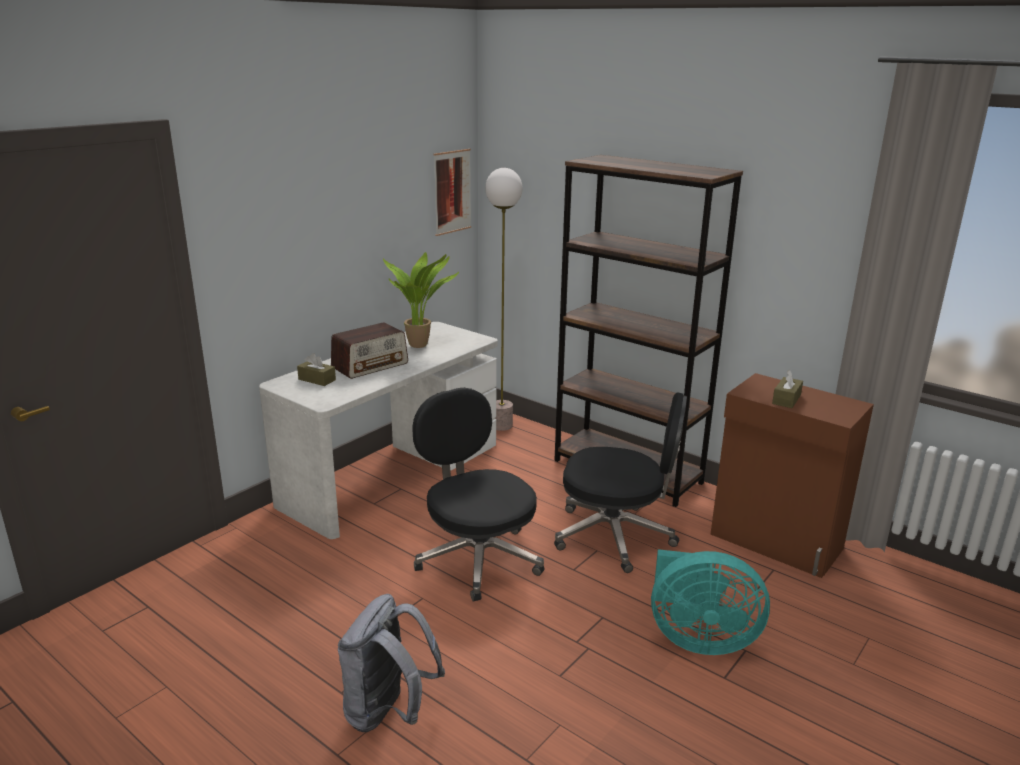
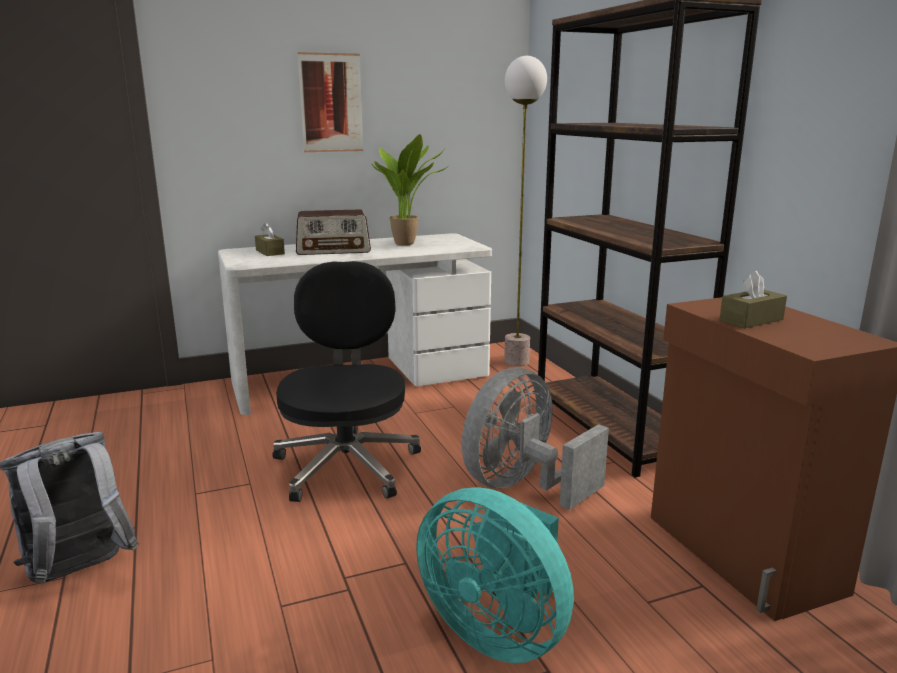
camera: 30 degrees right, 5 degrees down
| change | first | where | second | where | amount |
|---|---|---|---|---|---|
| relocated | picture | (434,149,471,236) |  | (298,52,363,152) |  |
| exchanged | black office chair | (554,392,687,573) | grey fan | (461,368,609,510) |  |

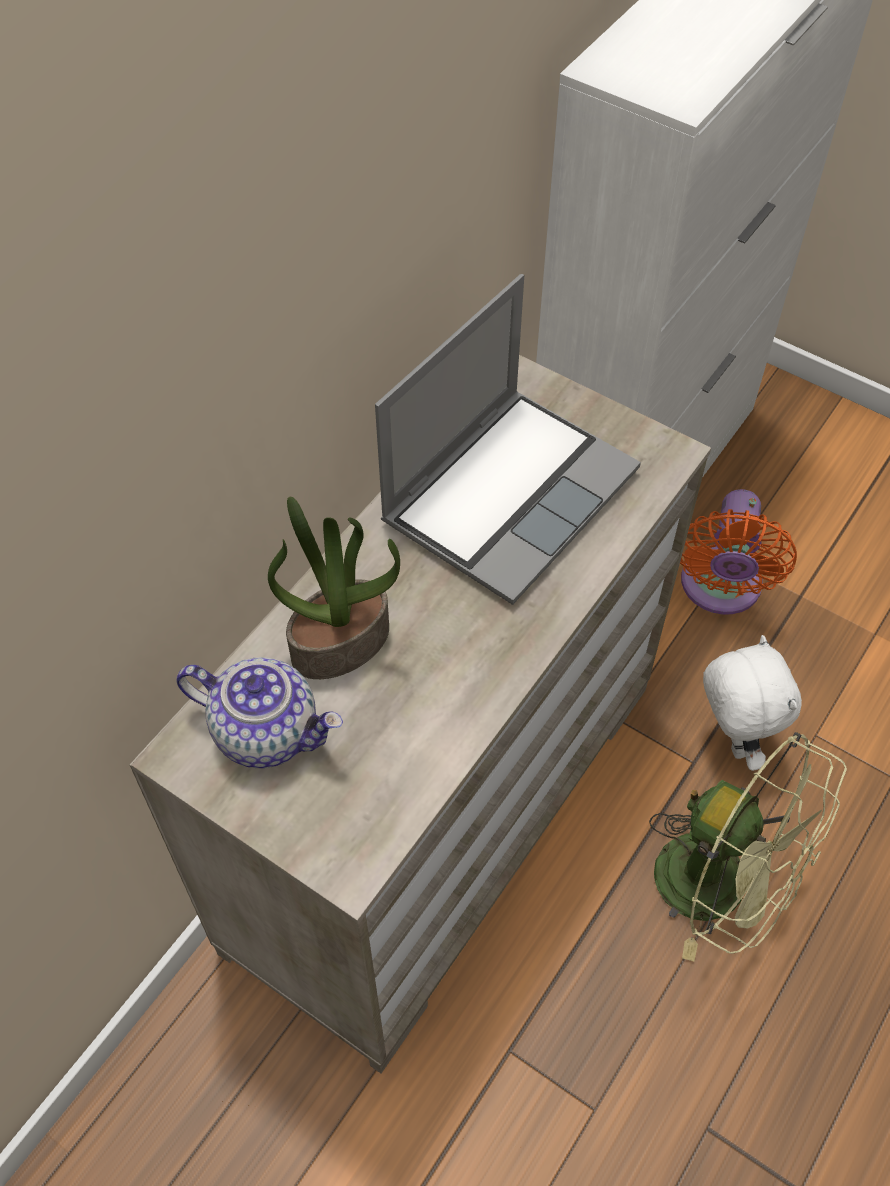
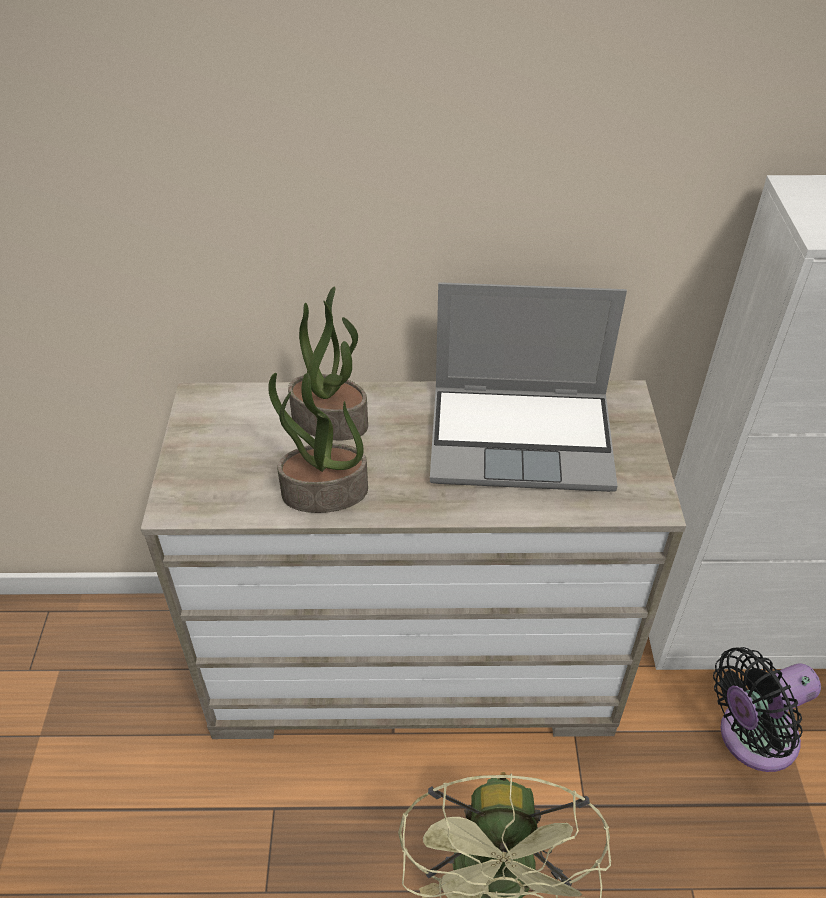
camera: 55 degrees right, 10 degrees down
| change | first | where | second | where | amount |
|---|---|---|---|---|---|
| missing | teapot | (176,657,343,768) |  |  |  |
| missing | white plush toy | (703,635,802,771) |  |  |  |
| appeared |  |  | potted plant | (268,373,368,513) |  |
| colour | orange fan | (680,489,797,615) | black fan | (713,647,821,772) |  |

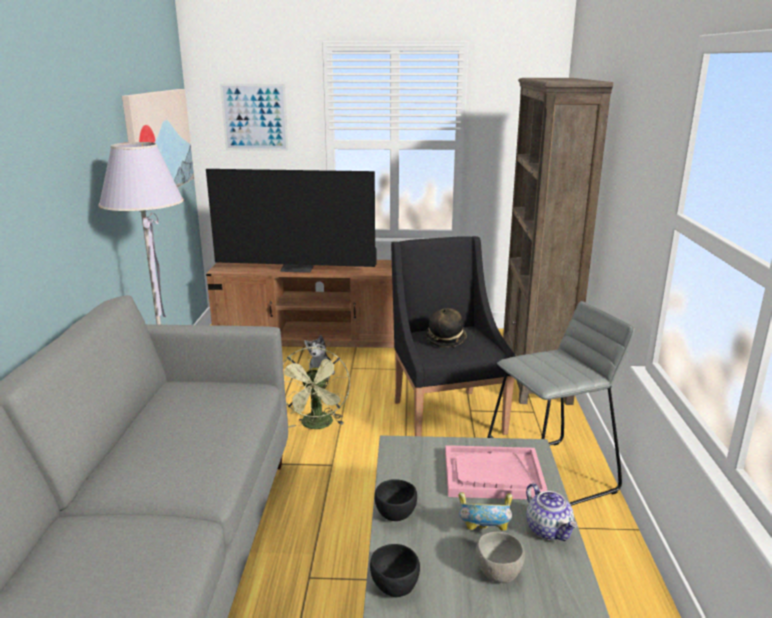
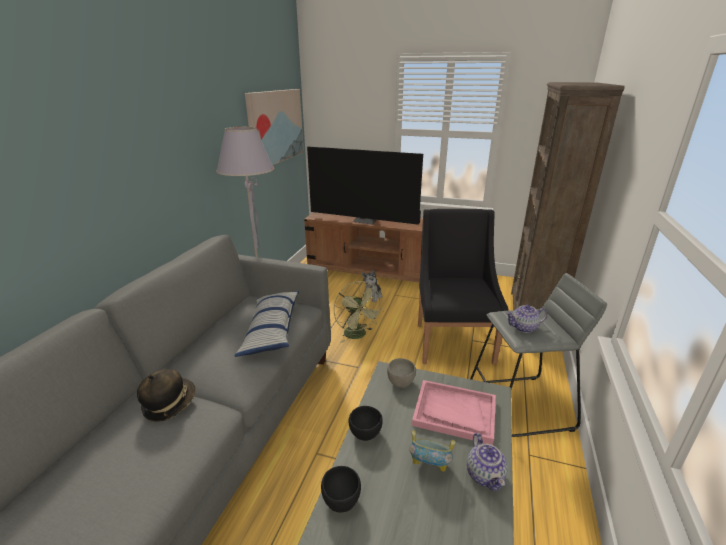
camera: 15 degrees right, 5 degrees up
| change | first | where | second | where | amount |
|---|---|---|---|---|---|
| missing | picture | (220,84,288,151) |  |  |  |
| appeared |  |  | pillow | (235,291,299,357) |  |
| appeared |  |  | teapot | (506,305,548,333) |  |
| relocated | hat | (426,308,467,347) |  | (137,369,195,422) |  |
| relocated | grey bowl | (476,532,525,583) |  | (387,358,416,388) |  |
| spun | green fan | (283,347,350,429) |  | (334,281,383,343) | 45 degrees counterclockwise |

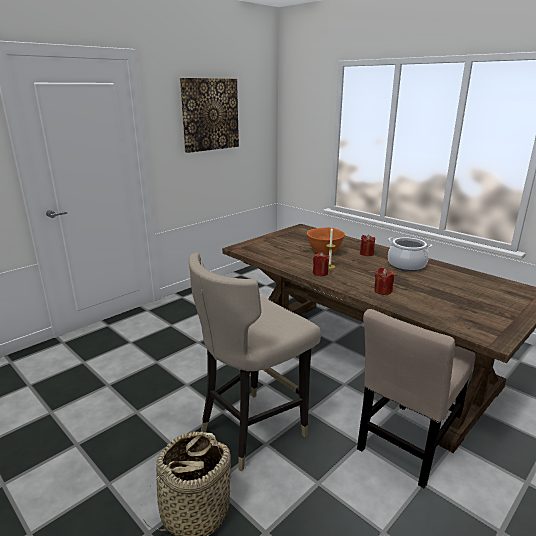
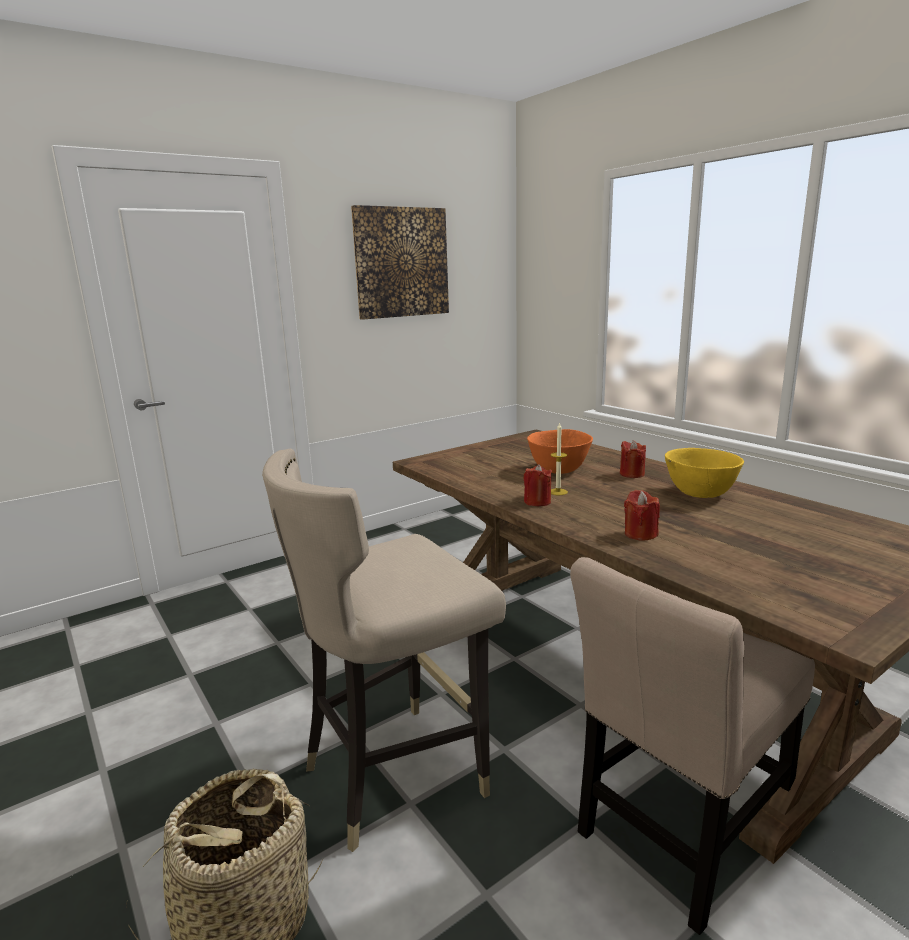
camera: 10 degrees right, 5 degrees down
| change | first | where | second | where | amount |
|---|---|---|---|---|---|
| exchanged | cooking pot | (388,237,432,271) | yellow bowl | (665,448,744,498) |  |

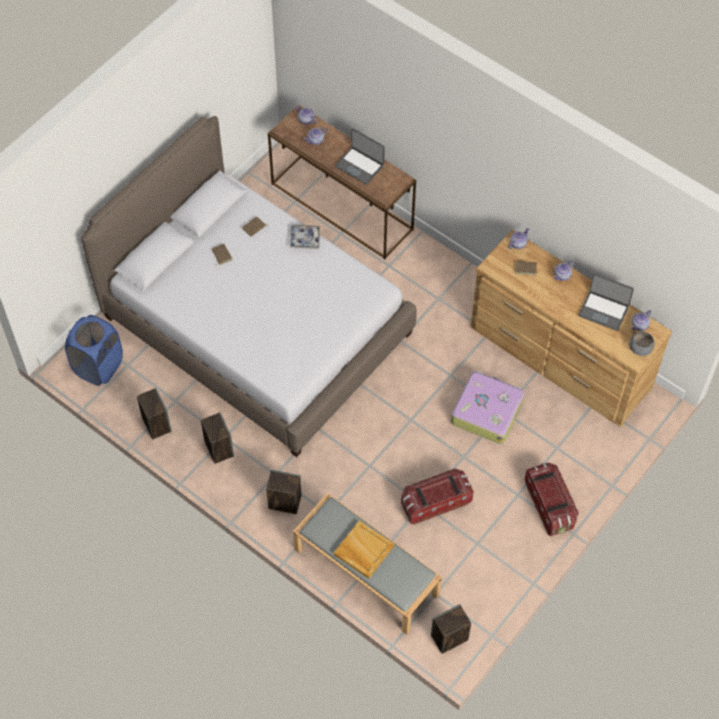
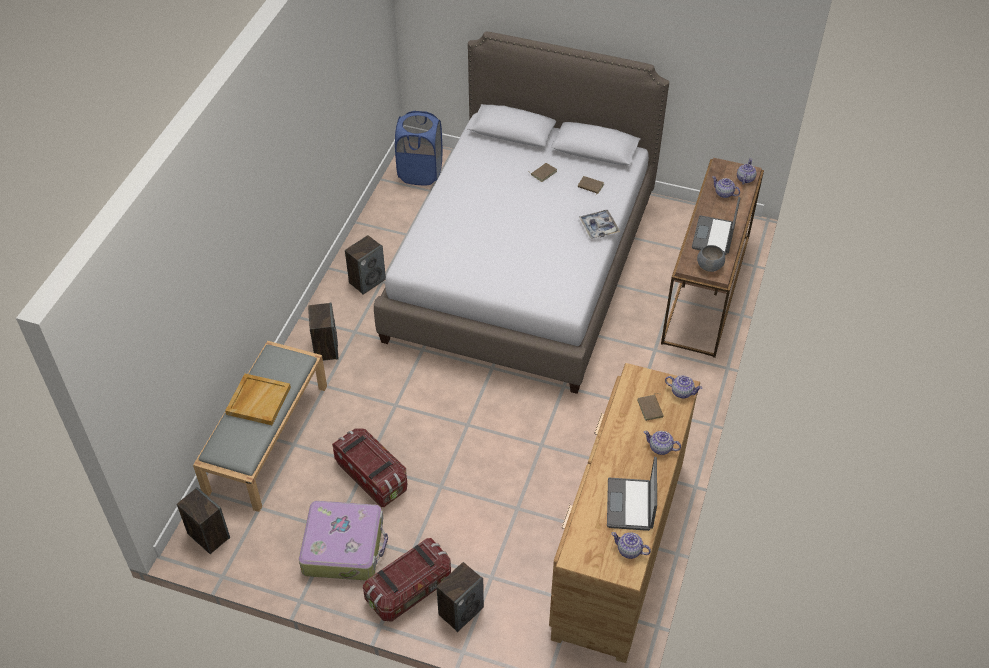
camera: 70 degrees right, 10 degrees down
| change | first | where | second | where | amount |
|---|---|---|---|---|---|
| relocated | speaker | (137,388,172,440) |  | (437,562,484,632) |  |
| relocated | suitcase | (451,371,524,444) |  | (299,501,388,581) |  |
| relocated | grey bowl | (629,332,655,356) |  | (697,245,725,272) |  |

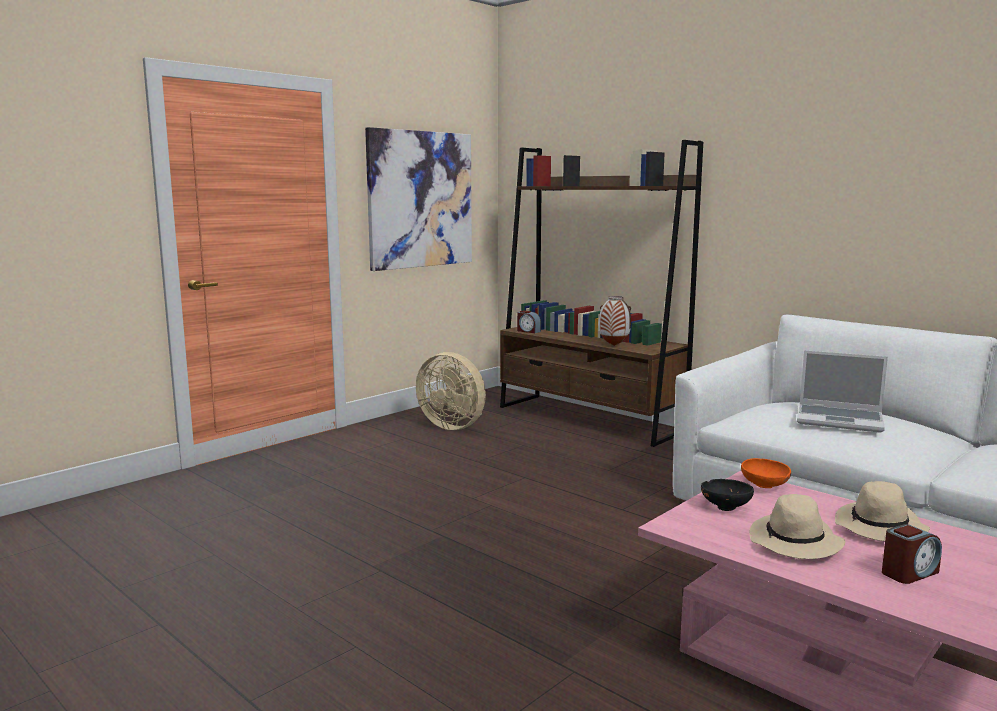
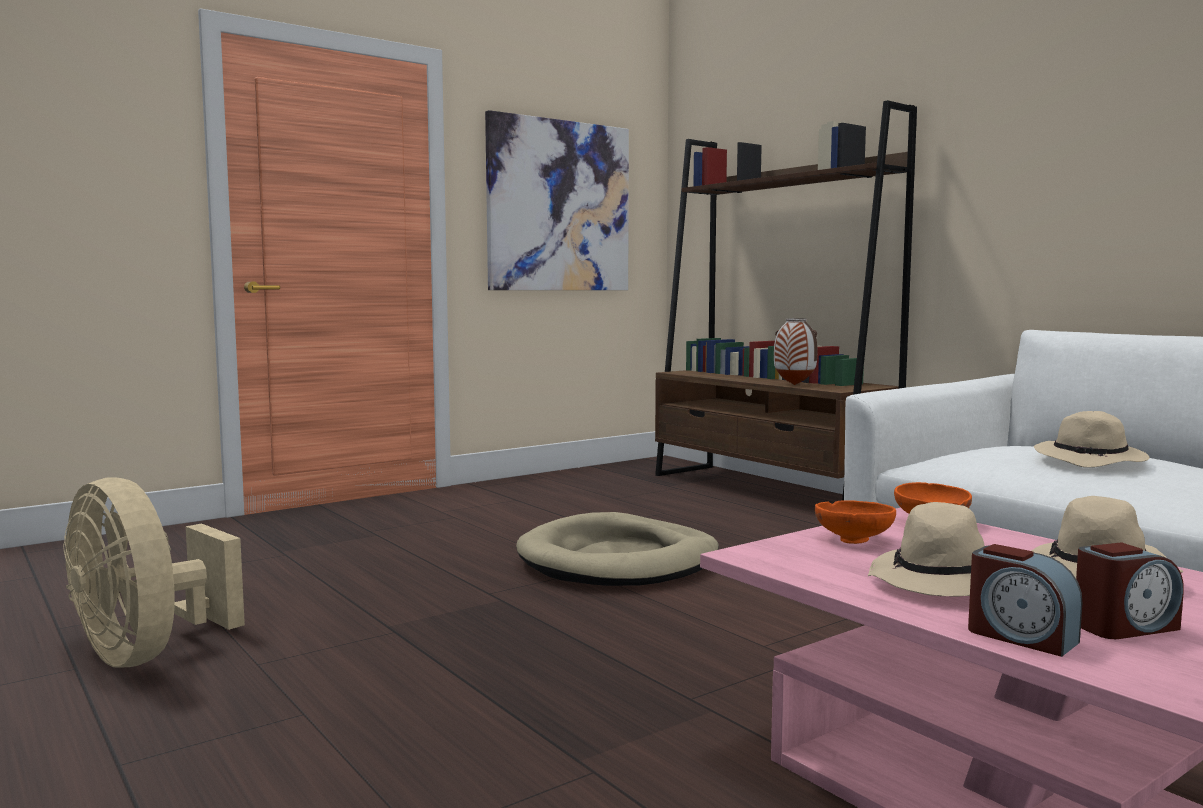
camera: 10 degrees right, 5 degrees down
| change | first | where | second | where | amount |
|---|---|---|---|---|---|
| appeared |  |  | beige dog bed | (516,512,719,586) |  |
| relocated | beige fan | (416,352,486,430) |  | (63,477,245,668) |  |
| relocated | alarm clock | (517,310,541,333) |  | (968,544,1082,657) |  |
| exchanged | laptop | (797,350,888,433) | beige hat | (1034,411,1150,468) |  |
| colour | black bowl | (701,479,754,511) | orange bowl | (815,500,896,544) |  |

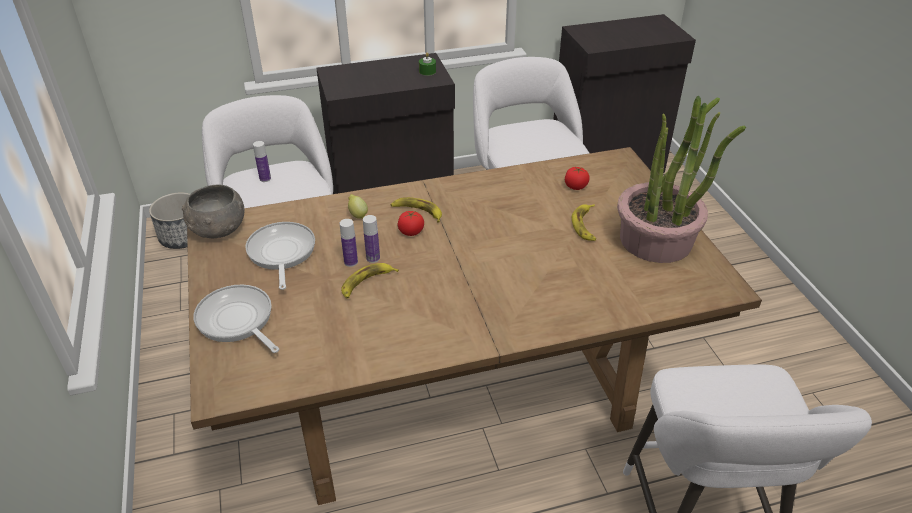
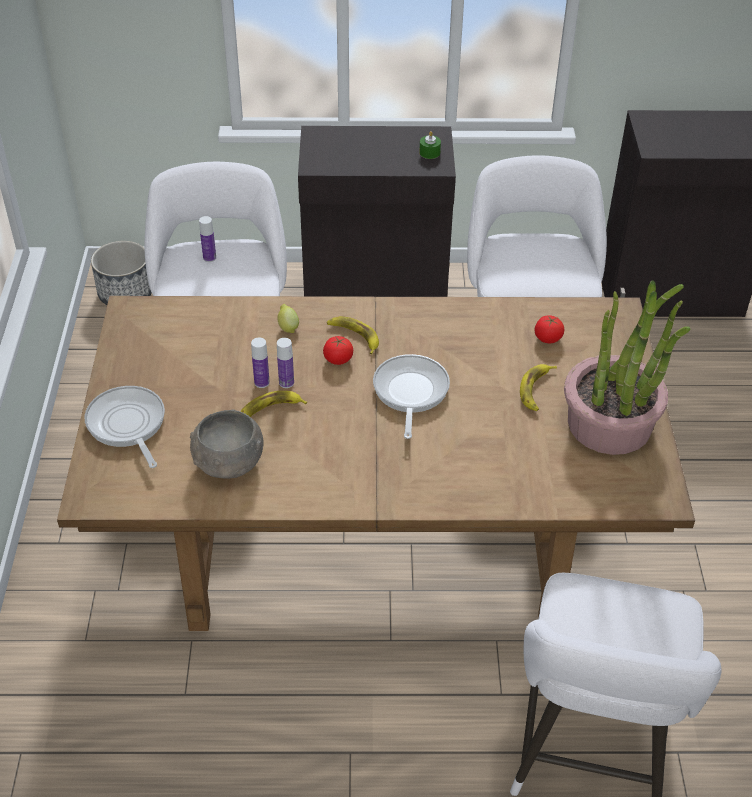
camera: 15 degrees right, 5 degrees up
| change | first | where | second | where | amount |
|---|---|---|---|---|---|
| relocated | grey bowl | (182,184,244,238) |  | (190,409,264,479) |  |
| relocated | frying pan | (245,222,315,290) |  | (373,354,450,439) |  |

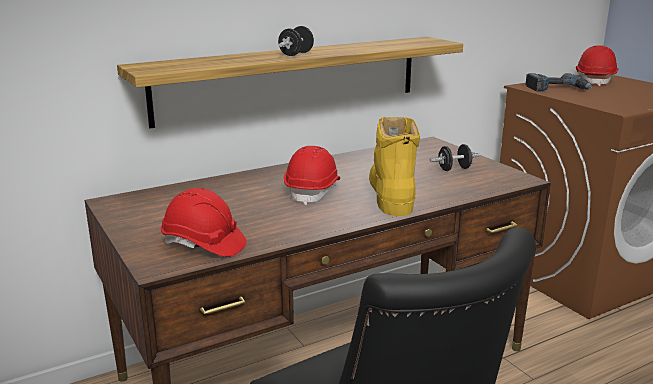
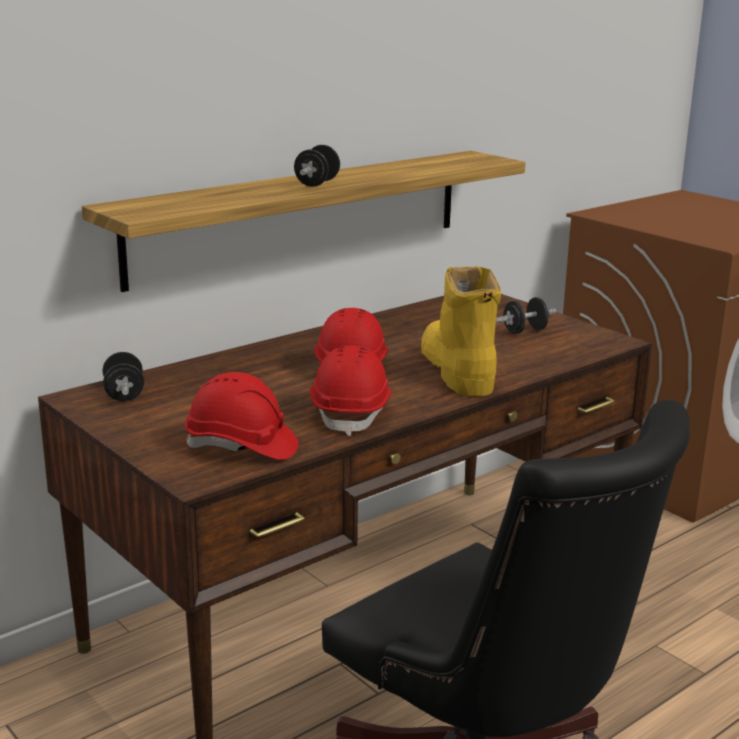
camera: 10 degrees left, 0 degrees up
| change | first | where | second | where | amount |
|---|---|---|---|---|---|
| missing | power drill | (525,73,592,91) |  |  |  |
| appeared |  |  | black dumbbell | (103,352,144,401) |  |
| relocated | red hard hat | (576,45,619,86) |  | (310,346,392,436) |  |

